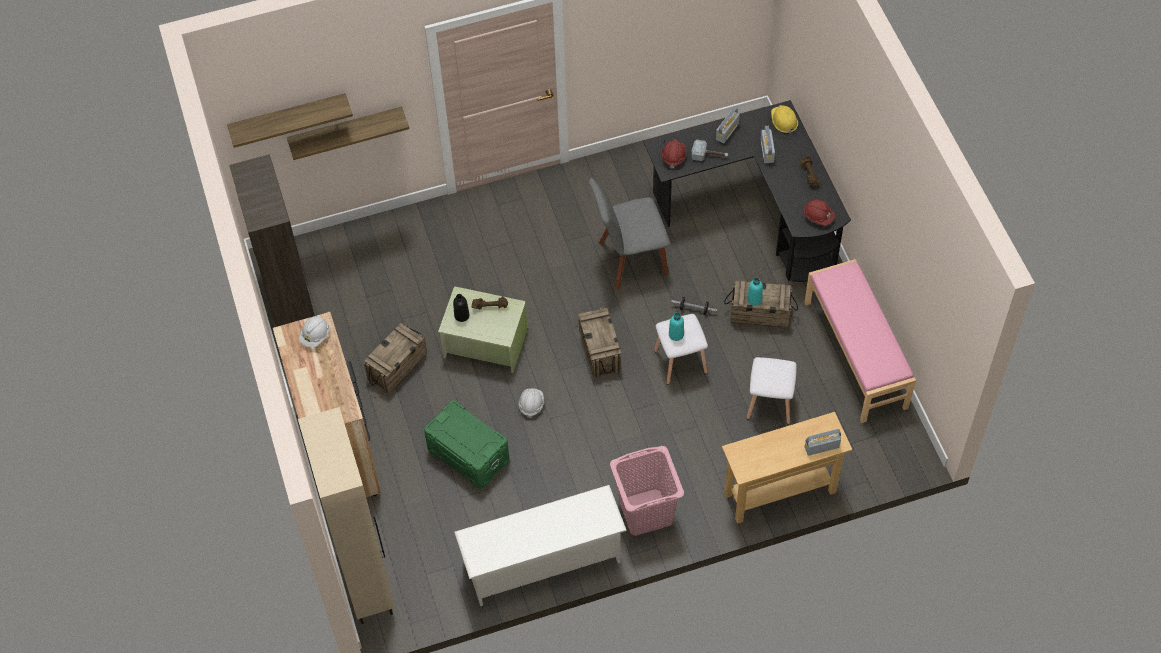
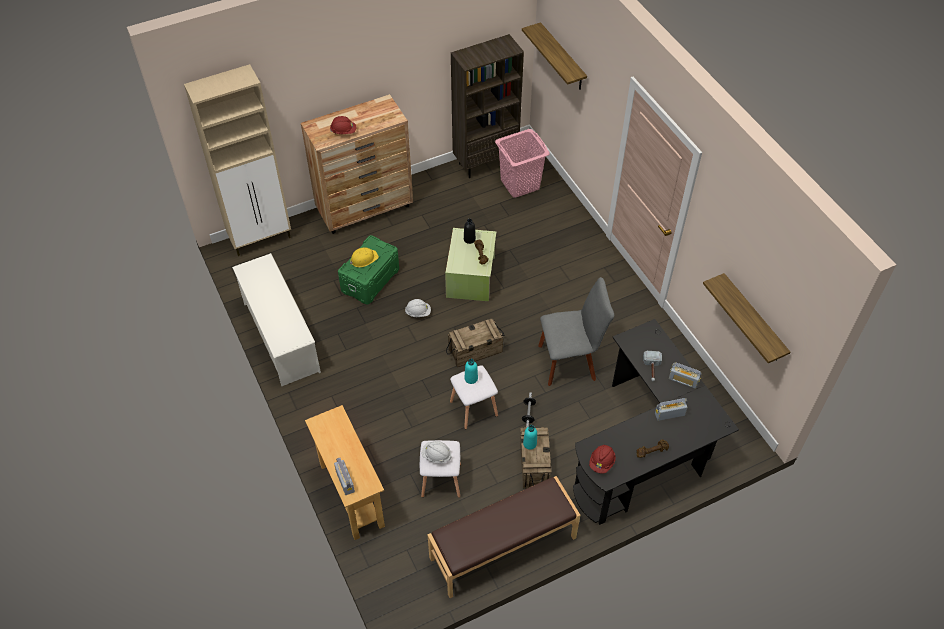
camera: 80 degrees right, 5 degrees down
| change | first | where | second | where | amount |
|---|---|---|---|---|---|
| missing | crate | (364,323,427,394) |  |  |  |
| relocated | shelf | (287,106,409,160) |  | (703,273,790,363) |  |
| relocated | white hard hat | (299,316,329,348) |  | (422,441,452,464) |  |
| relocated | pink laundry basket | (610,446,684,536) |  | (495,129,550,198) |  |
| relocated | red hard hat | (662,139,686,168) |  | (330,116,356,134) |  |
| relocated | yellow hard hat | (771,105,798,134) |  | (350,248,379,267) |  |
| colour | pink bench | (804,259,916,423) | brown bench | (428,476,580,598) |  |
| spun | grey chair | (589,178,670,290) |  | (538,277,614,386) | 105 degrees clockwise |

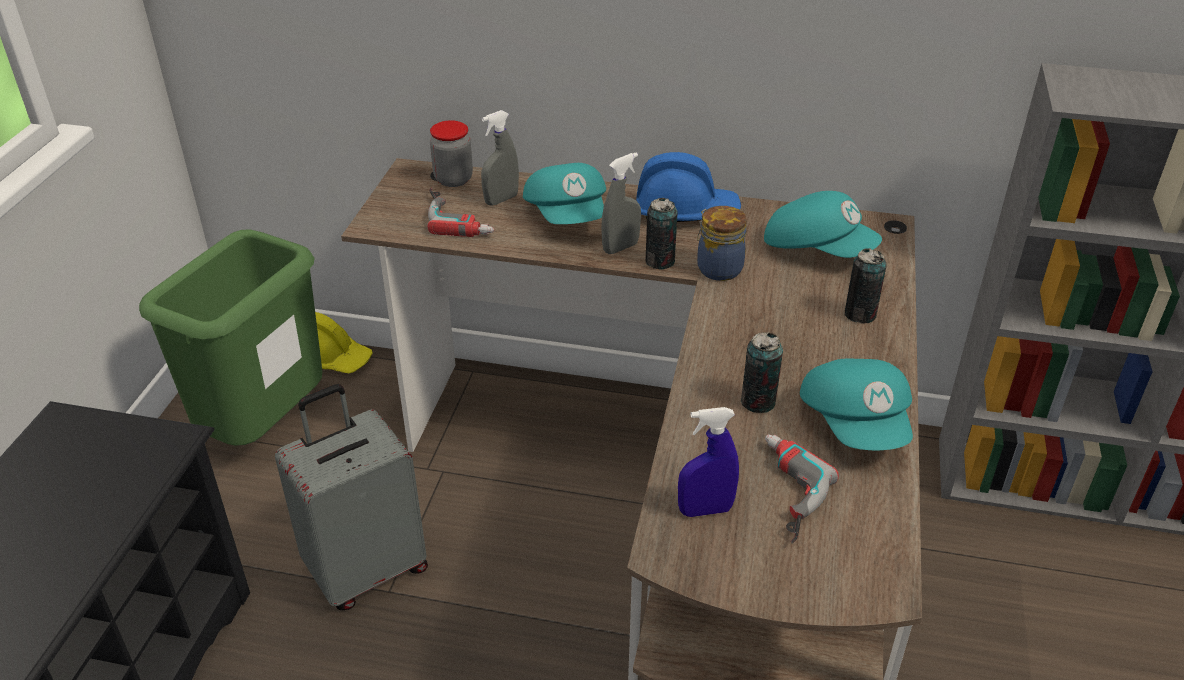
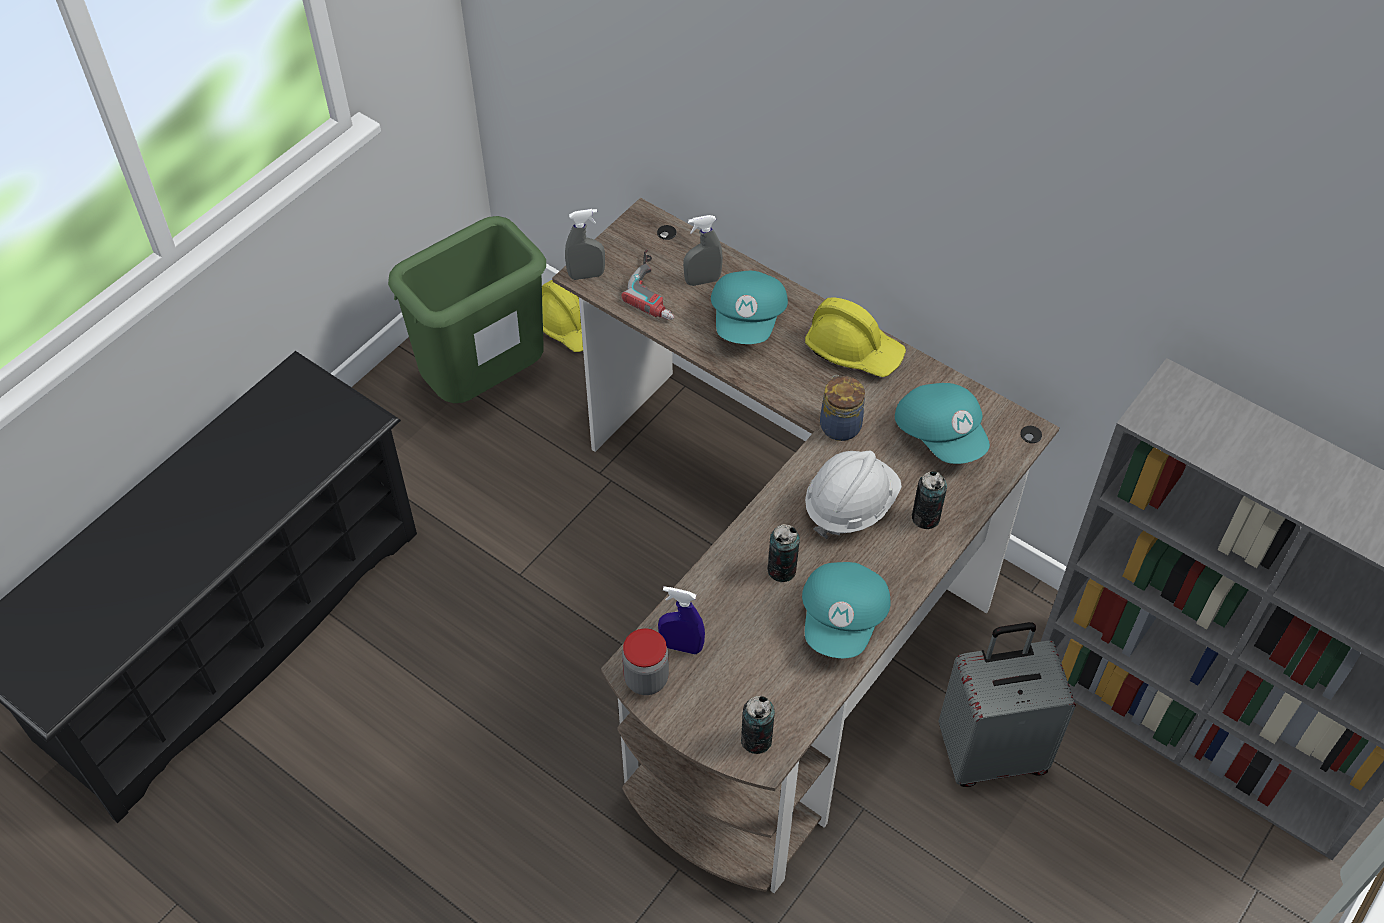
camera: 25 degrees right, 15 degrees up
| change | first | where | second | where | amount |
|---|---|---|---|---|---|
| missing | power drill | (765,435,839,543) |  |  |  |
| appeared |  |  | white hard hat | (805,451,902,539) |  |
| relocated | grey suitcase | (275,384,428,610) |  | (938,622,1076,787) |  |
| relocated | jar | (430,120,473,187) |  | (622,629,669,695) |  |
| relocated | grey spray bottle | (601,152,641,254) |  | (565,209,605,280) |  |
| relocated | can | (645,198,678,270) |  | (741,696,775,754) |  |
| colour | blue hard hat | (636,152,741,222) | yellow hard hat | (805,297,906,377) |  |

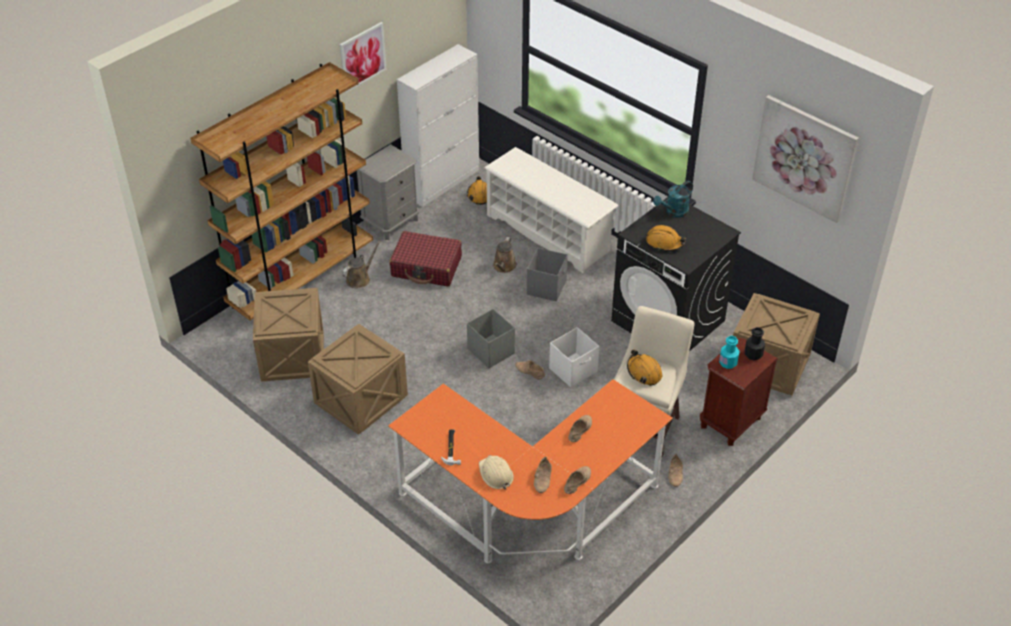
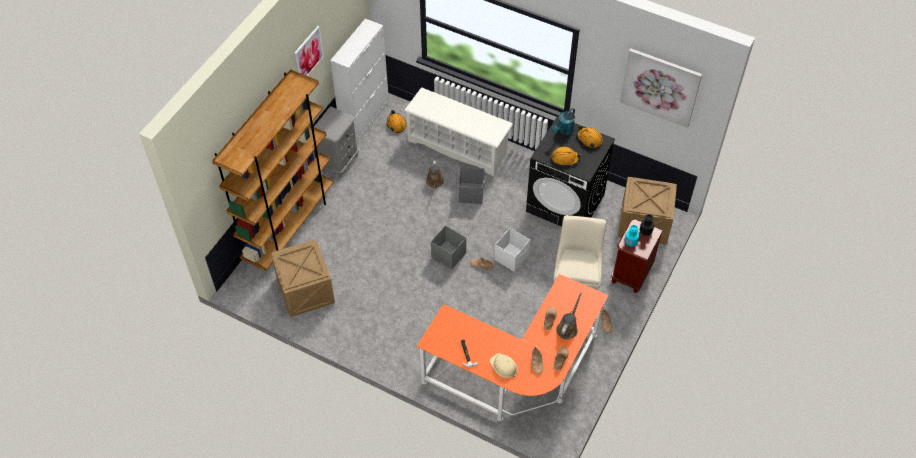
camera: 15 degrees left, 10 degrees up
| change | first | where | second | where | amount |
|---|---|---|---|---|---|
| missing | crate | (308,324,408,435) |  |  |  |
| missing | red suitcase | (389,231,462,286) |  |  |  |
| relocated | brown watering can | (342,241,381,288) |  | (556,293,582,339) |  |
| relocated | orange hard hat | (627,350,662,386) |  | (577,125,603,148) |  |

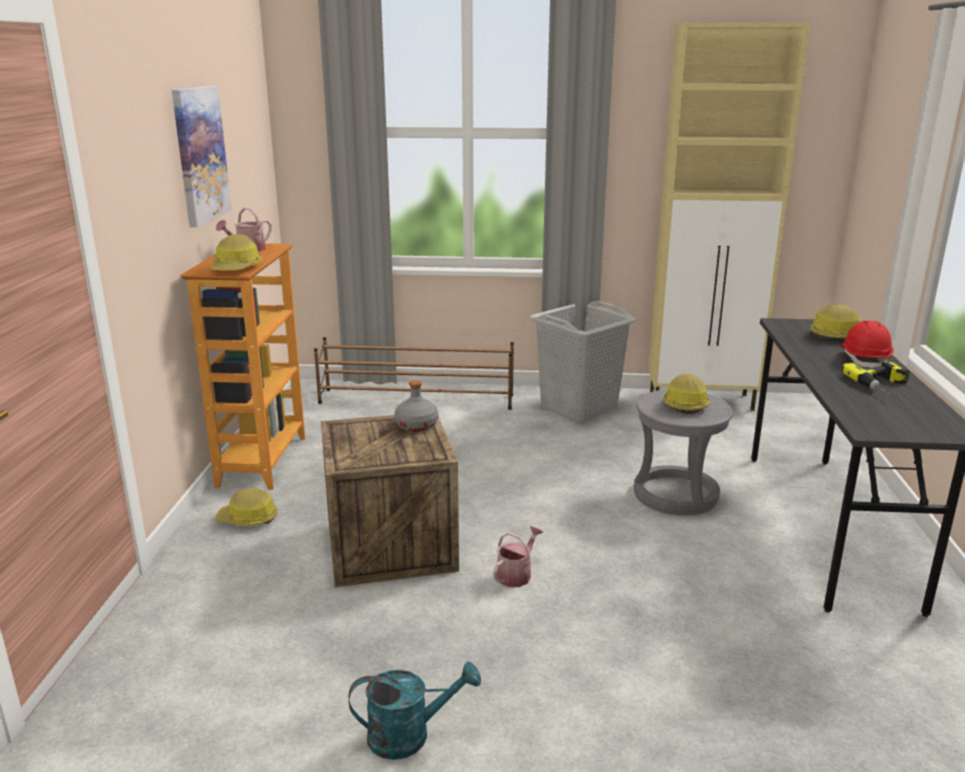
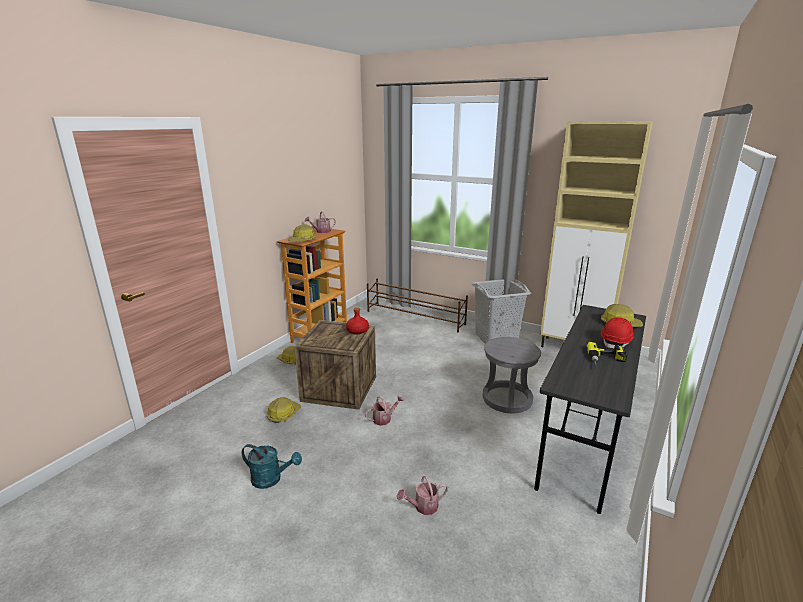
camera: 25 degrees right, 0 degrees up
| change | first | where | second | where | amount |
|---|---|---|---|---|---|
| missing | picture | (172,86,232,227) |  |  |  |
| appeared |  |  | watering can | (397,476,448,515) |  |
| relocated | hard hat | (664,374,710,414) |  | (267,397,301,423) |  |
| colour | grey bottle | (394,380,439,432) | red bottle | (346,308,369,334) |  |

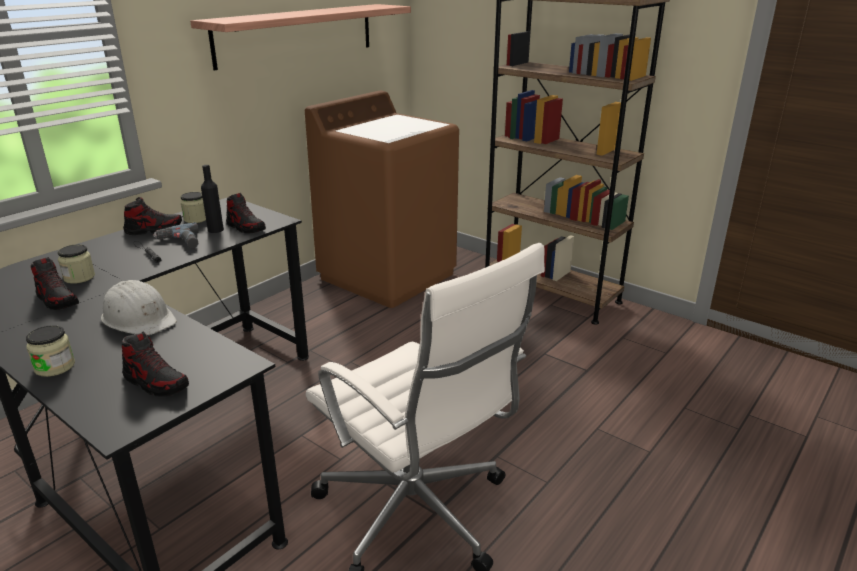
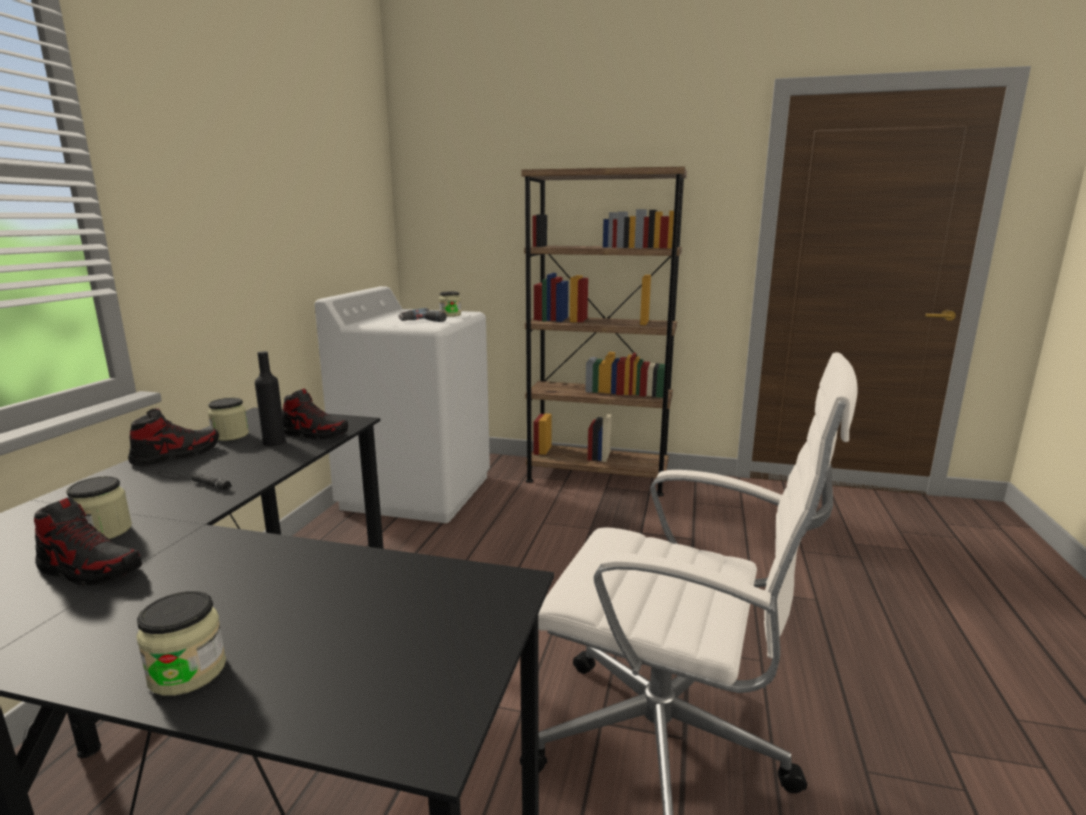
camera: 25 degrees left, 10 degrees down
| change | first | where | second | where | amount |
|---|---|---|---|---|---|
| missing | white hard hat | (101,280,177,335) |  |  |  |
| missing | shoe | (122,332,189,397) |  |  |  |
| missing | shelf | (190,4,411,70) |  |  |  |
| appeared |  |  | jar | (439,291,461,317) |  |
| relocated | power drill | (153,222,199,248) |  | (398,308,447,322) |  |
| colour | brown washing machine | (305,91,459,308) | white washing machine | (315,286,490,523) |  |

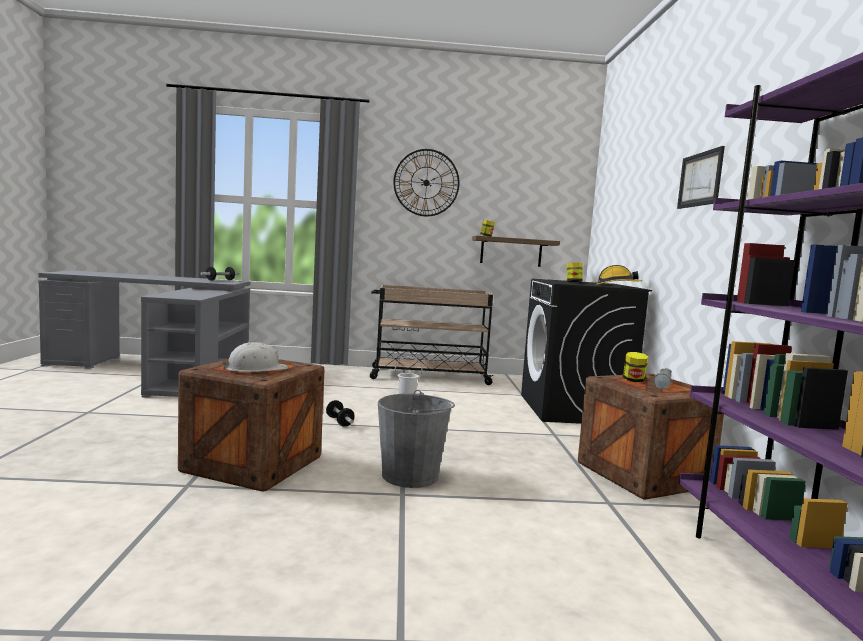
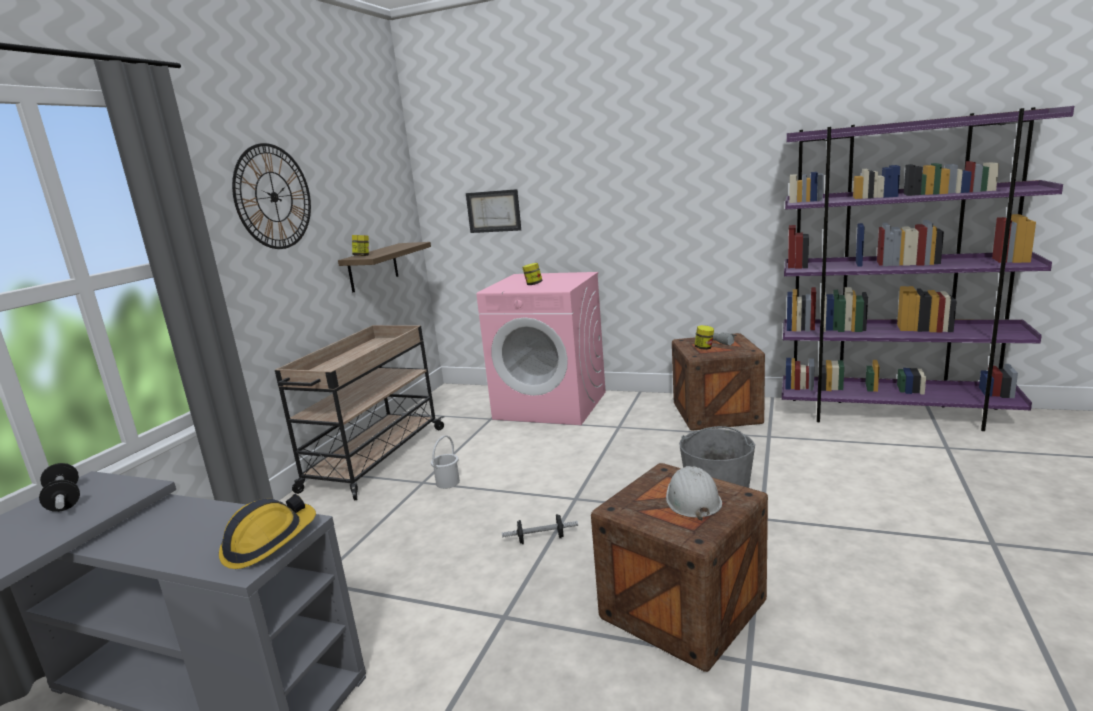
camera: 65 degrees left, 10 degrees up
| change | first | where | second | where | amount |
|---|---|---|---|---|---|
| relocated | hard hat | (596,265,642,285) |  | (219,494,316,569) |  |
| relocated | picture | (677,146,725,209) |  | (466,189,521,233) |  |
| colour | black washing machine | (521,279,652,424) | pink washing machine | (476,272,606,425) |  |

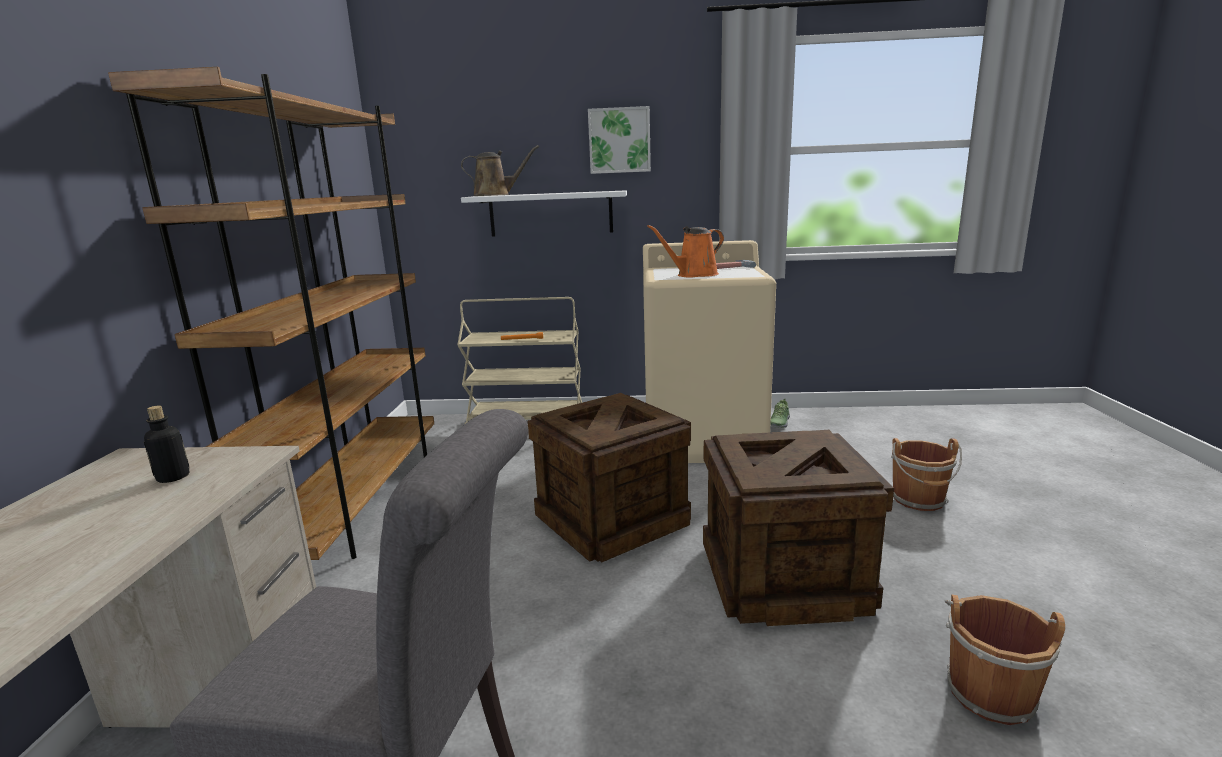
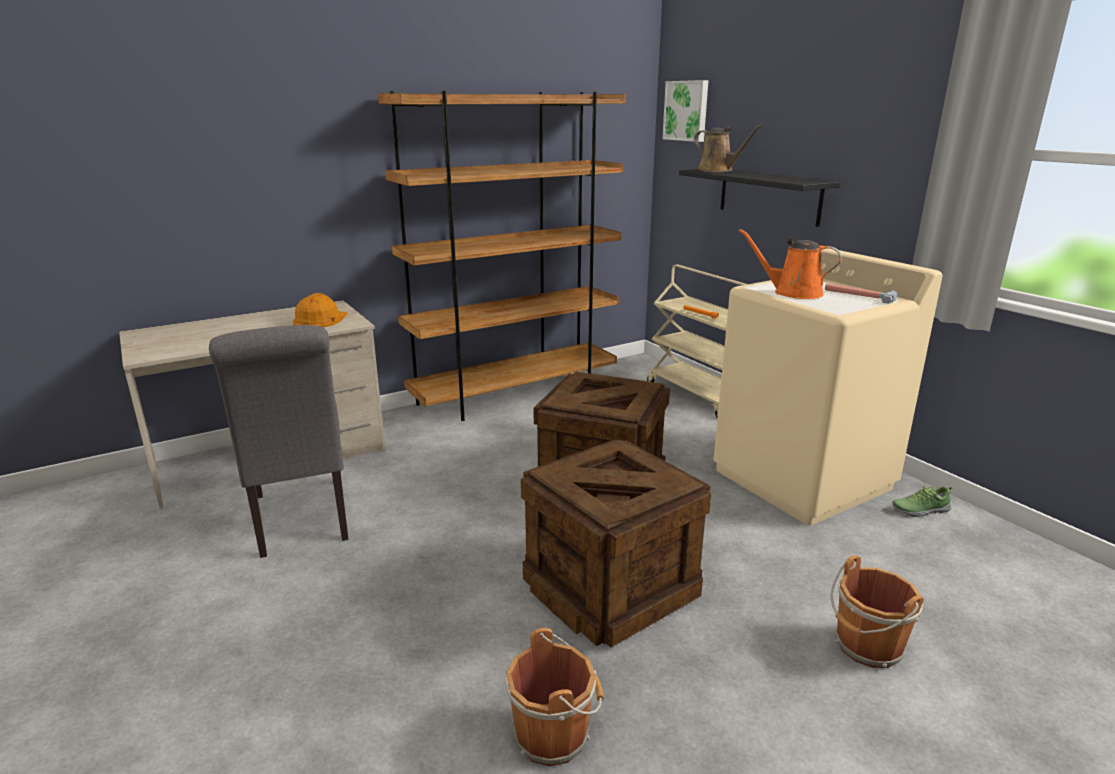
camera: 55 degrees right, 5 degrees up
| change | first | where | second | where | amount |
|---|---|---|---|---|---|
| relocated | picture | (588,106,651,174) |  | (662,80,709,142) |  |
| exchanged | bottle | (144,406,190,483) | orange hard hat | (293,293,348,327) |  |
| colour | white shelf | (461,190,627,237) | black shelf | (679,169,840,227) |  |

